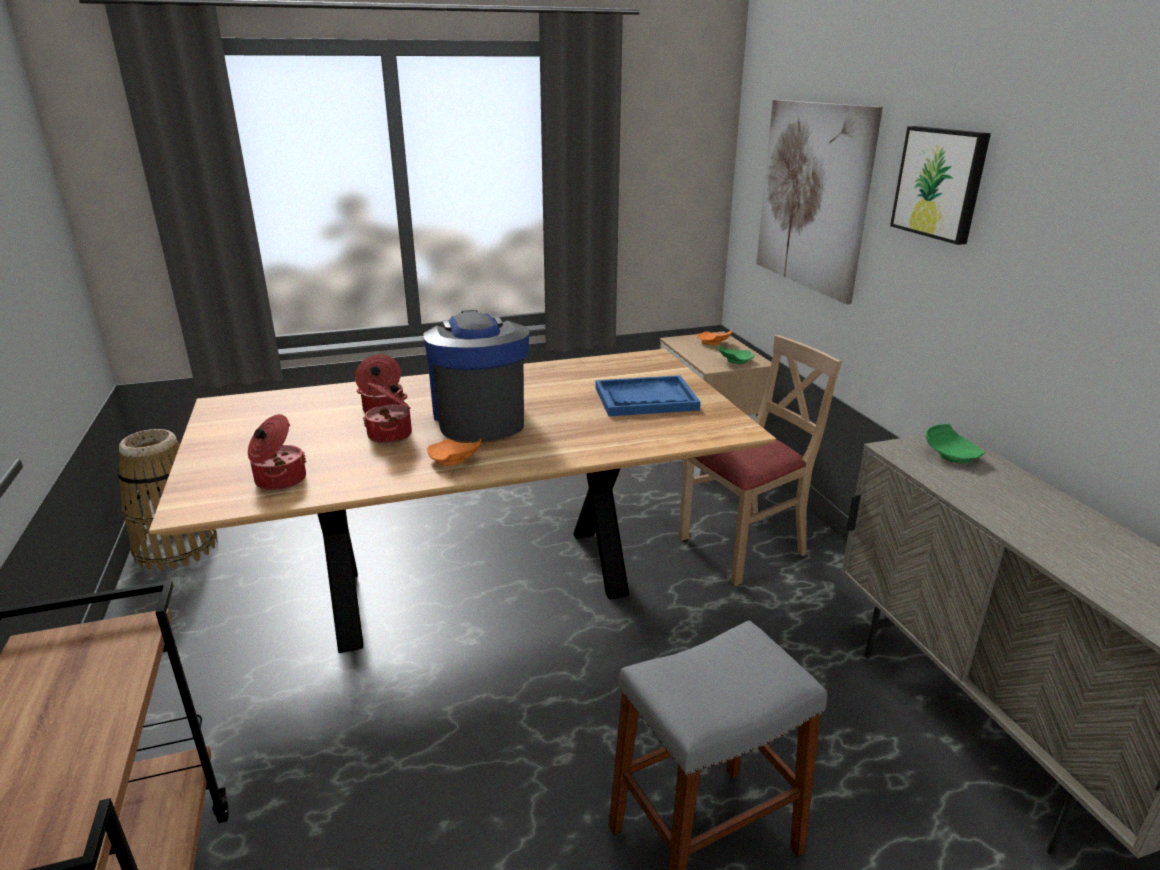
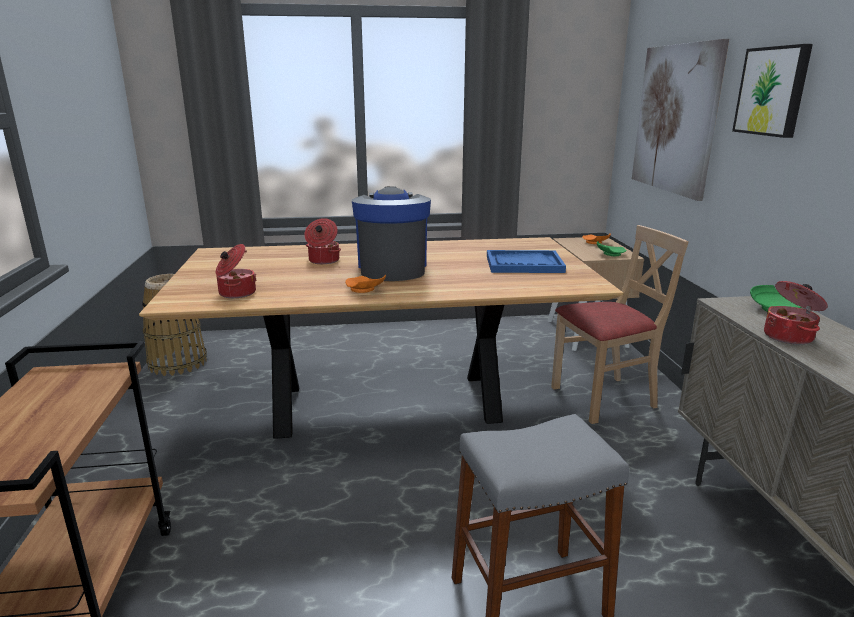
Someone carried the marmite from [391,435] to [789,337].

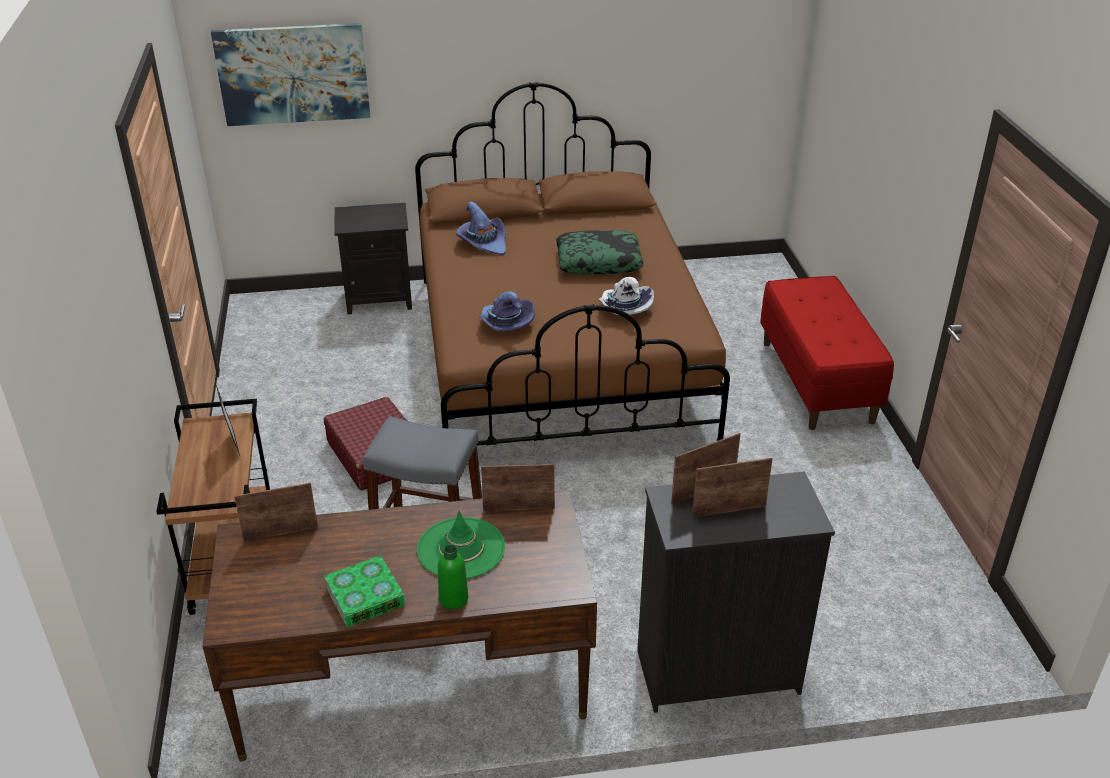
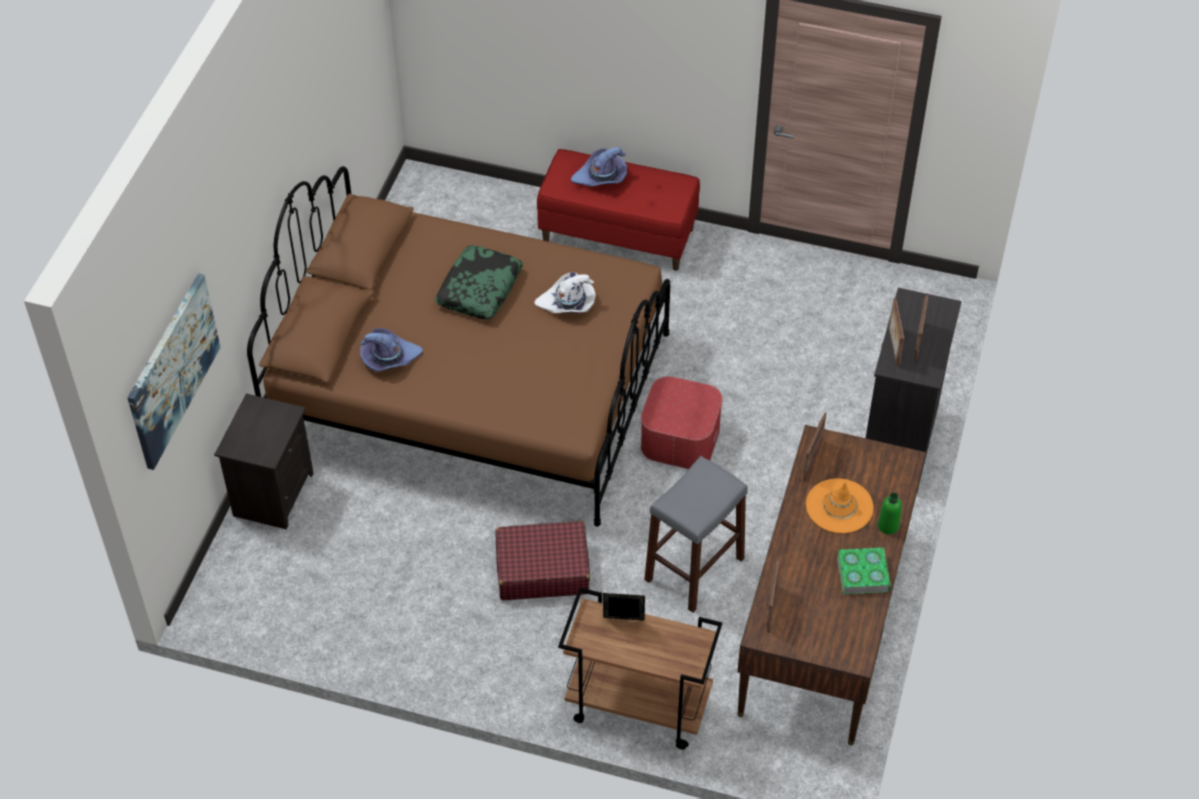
Someone put down the pouf at [680,437].
Someone carried the chapeau [violet] from [504,324] to [601,177].
Someone repainted the chapeau [vert] at [461,548], which became the chapeau [orange] at [839,506].

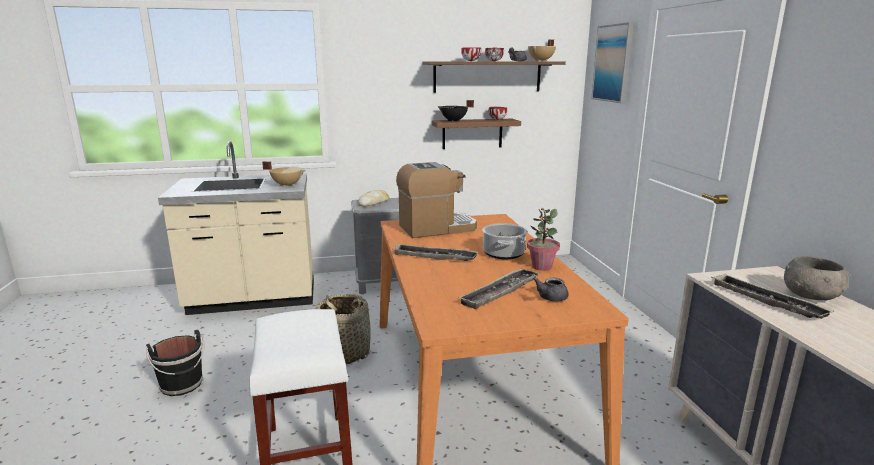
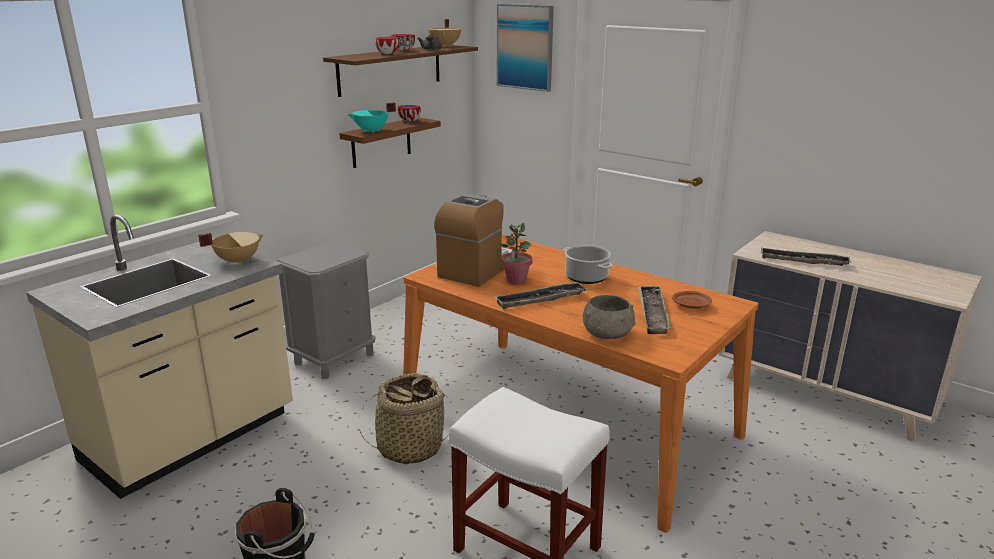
Someone took away the pain at [374,203].
Someone carried the plante en pot from [541,267] to [516,281].
Someone carried the bol [gris] from [811,296] to [608,334].
Someone swapped the théière [gris] at [550,298] for the assiette [marron] at [691,305].
Someone repainted the marmite [noir] at [454,121], which became the marmite [turquoise] at [372,131].

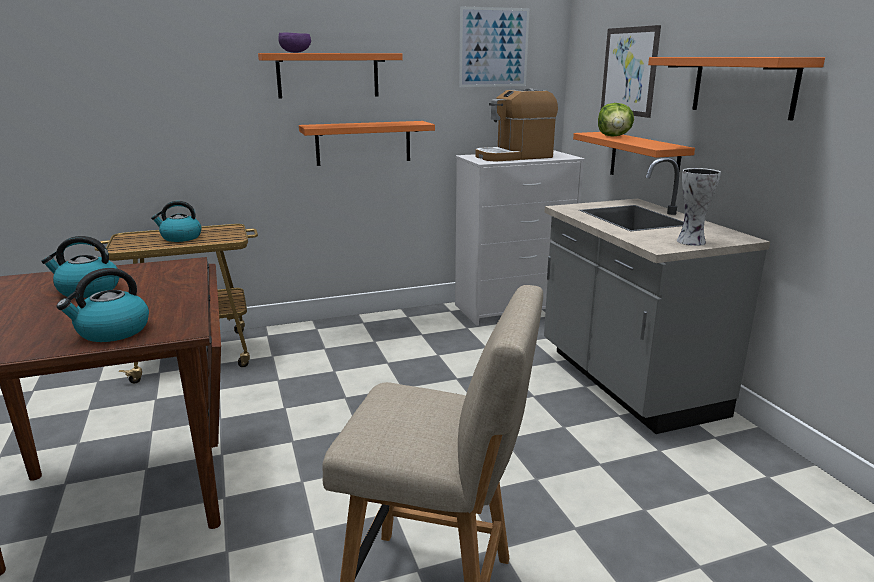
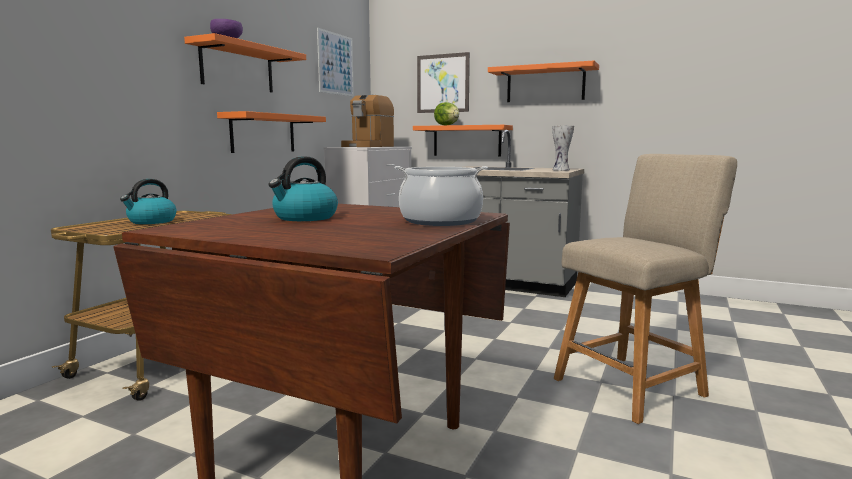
Someone swapped the bouilloire at [112,331] for the marmite at [440,221].

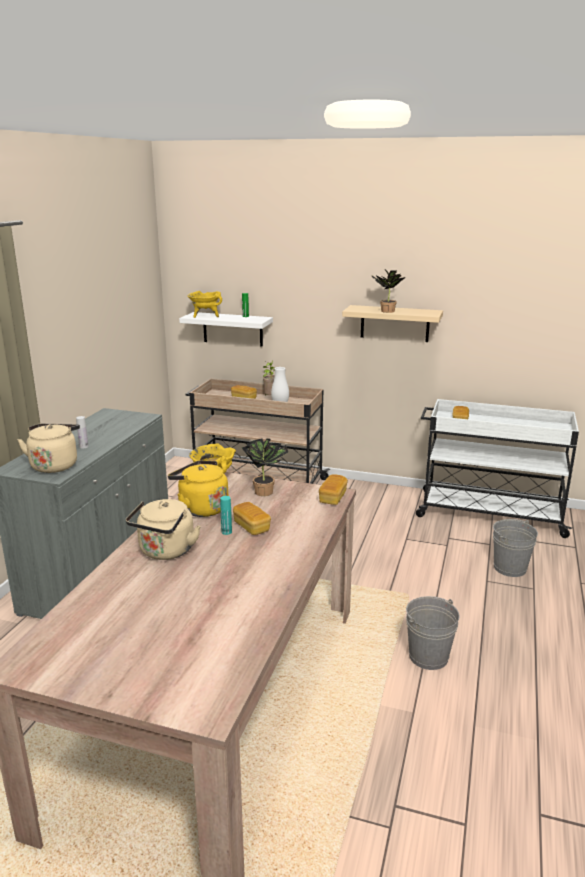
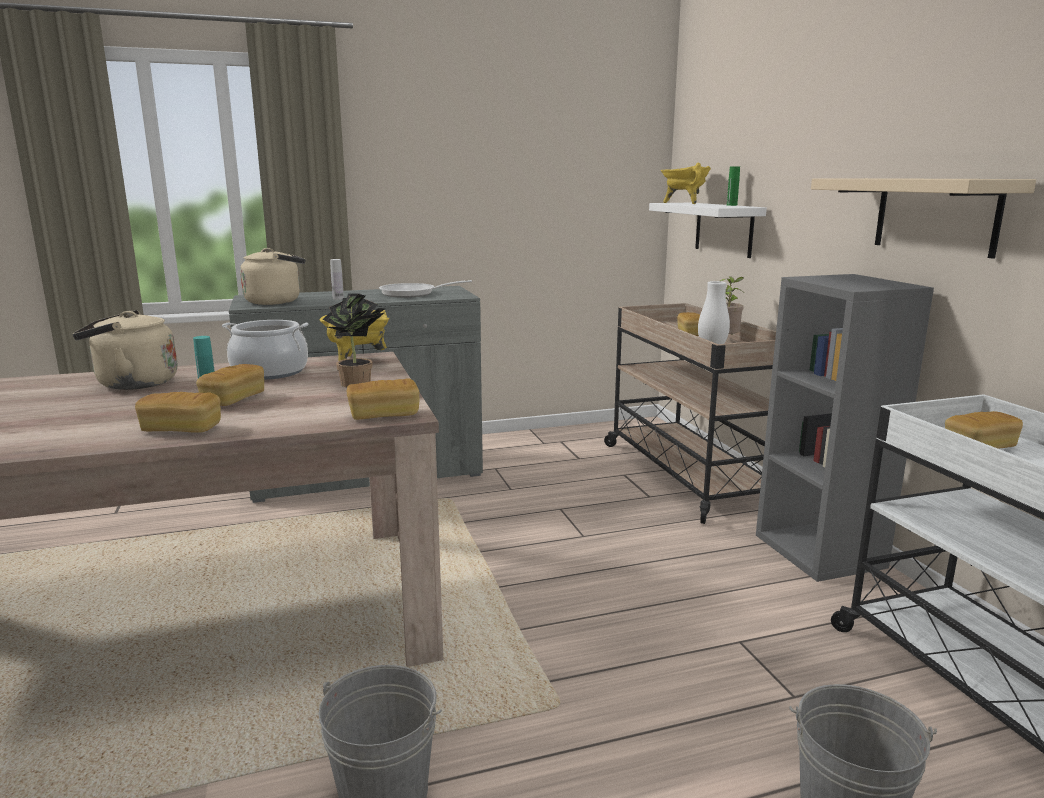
Someone took away the plante en pot at [385,311].
Someone put down the pain at [181,429].
Someone put down the poêle at [413,294].
Someone put down the bibliothèque [gris] at [821,551].
Someone swapped the bouilloire [jaune] at [201,508] for the marmite at [270,372].

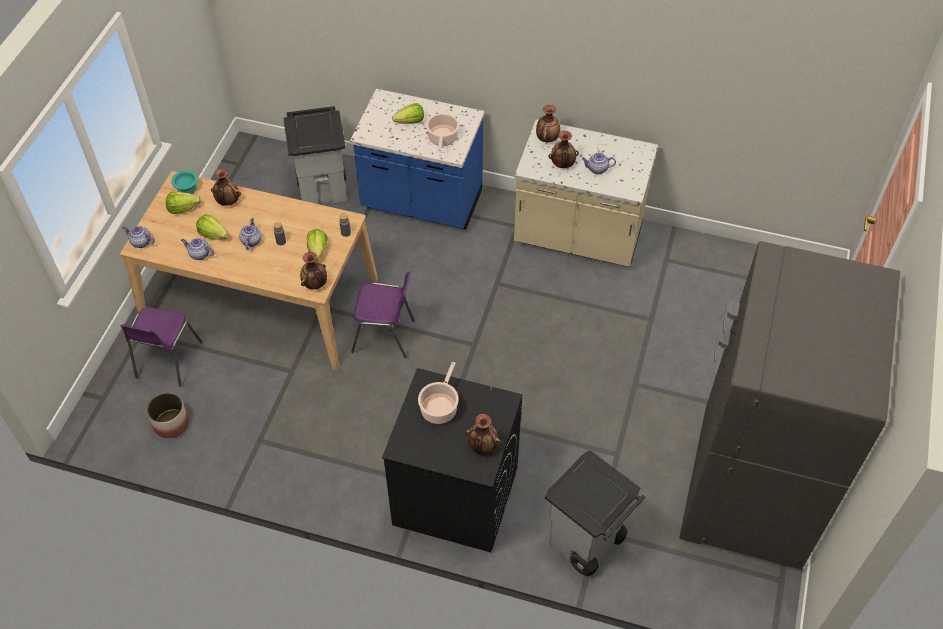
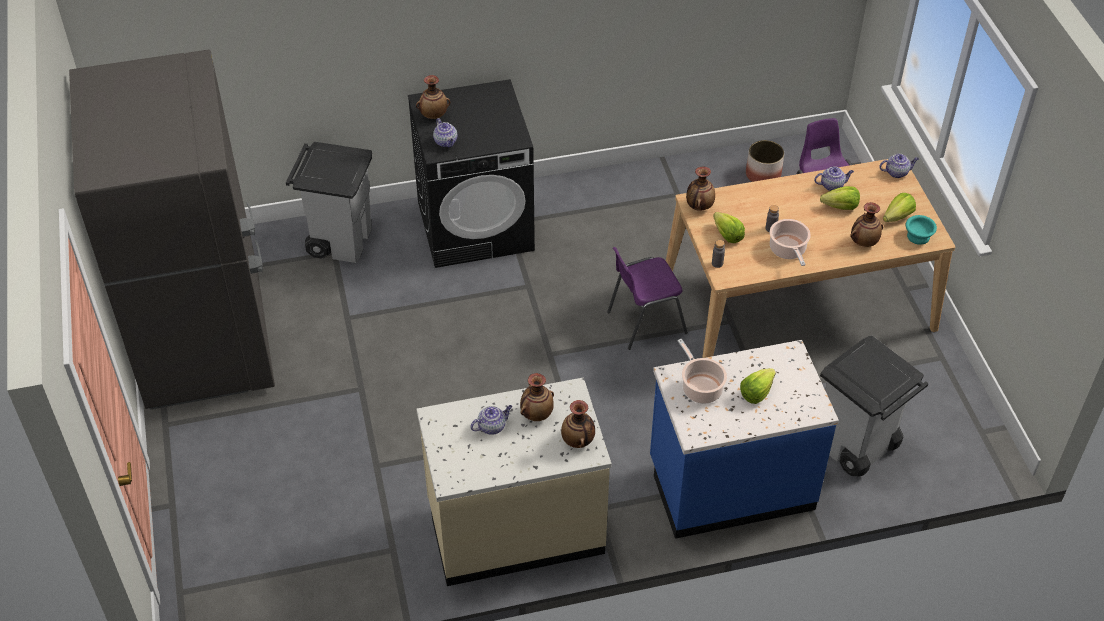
Someone carried the théière from [251,241] to [446,142].
Someone carried the marmite from [439,408] to [788,250].

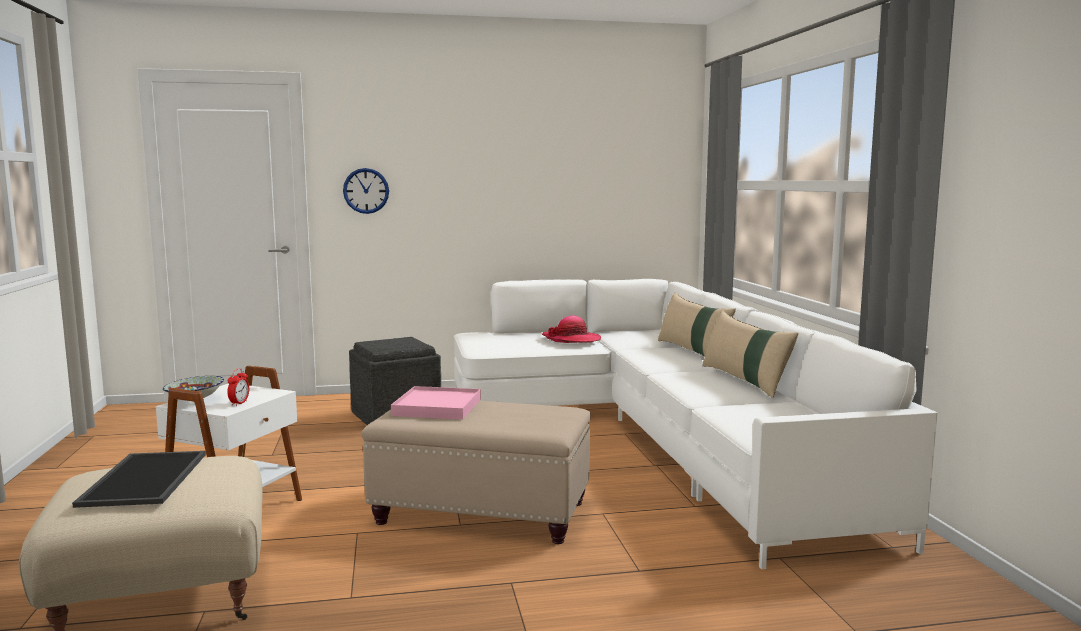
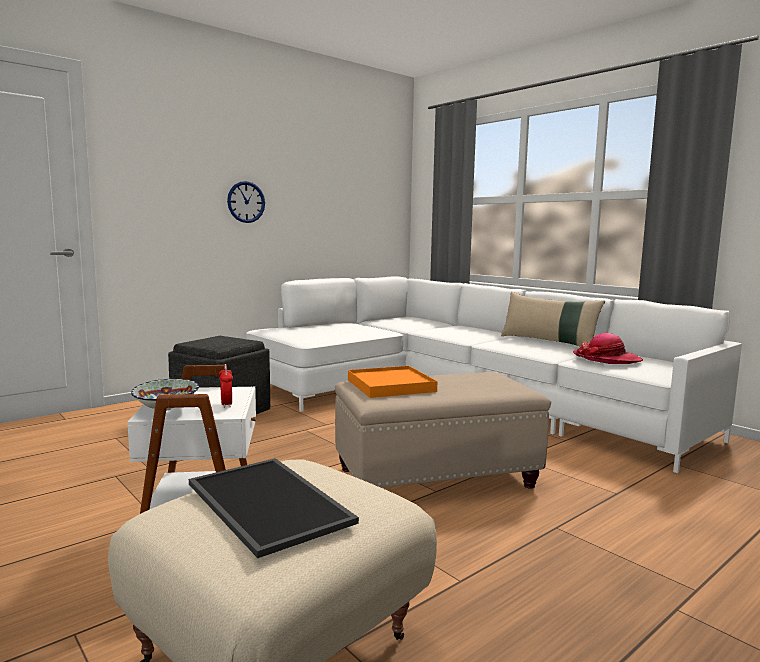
Someone took away the coussin [beige] at [693,351].
Someone carried the horloge murale from [366,191] to [246,202].
Someone carried the chapeau from [572,339] to [606,359].
Someone repainted the plateau [rose] at [437,407], which became the plateau [orange] at [390,385].

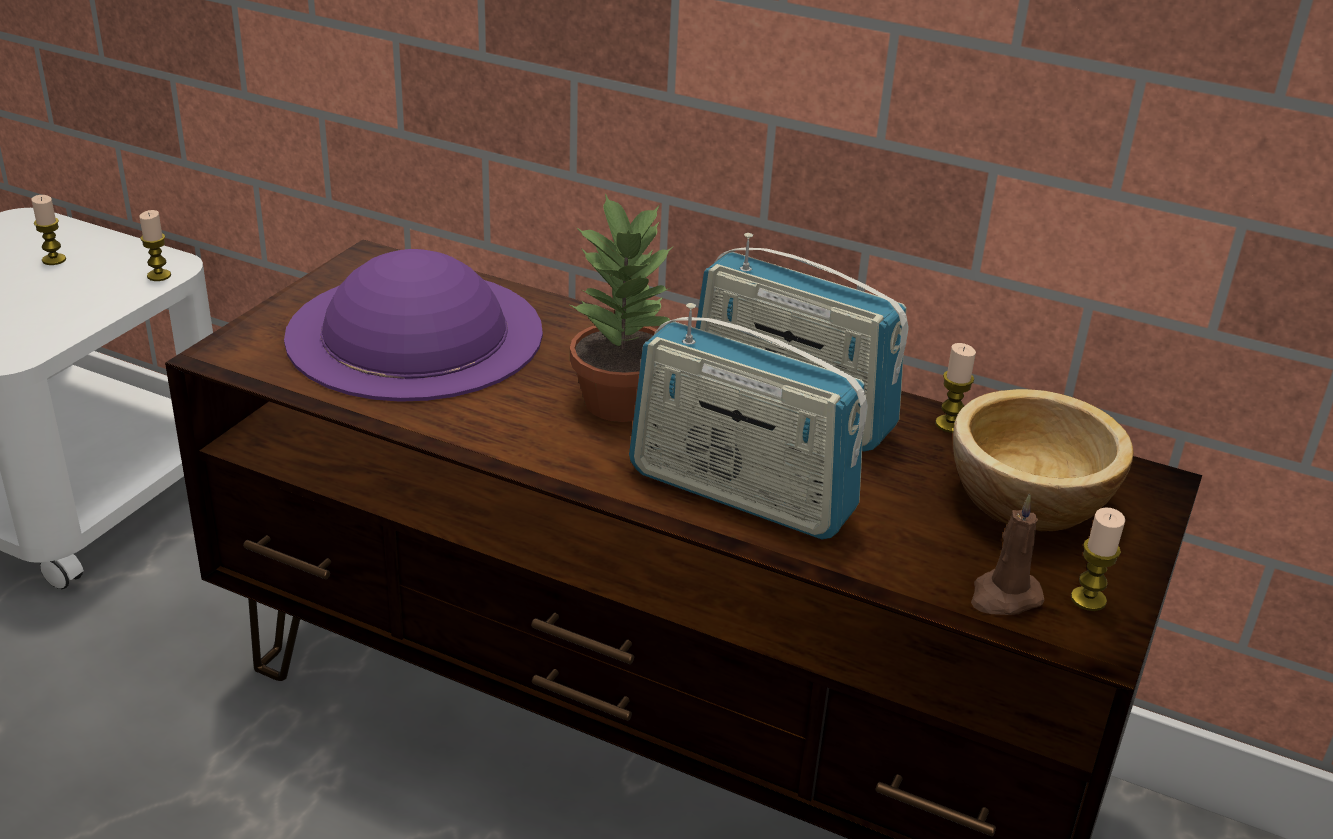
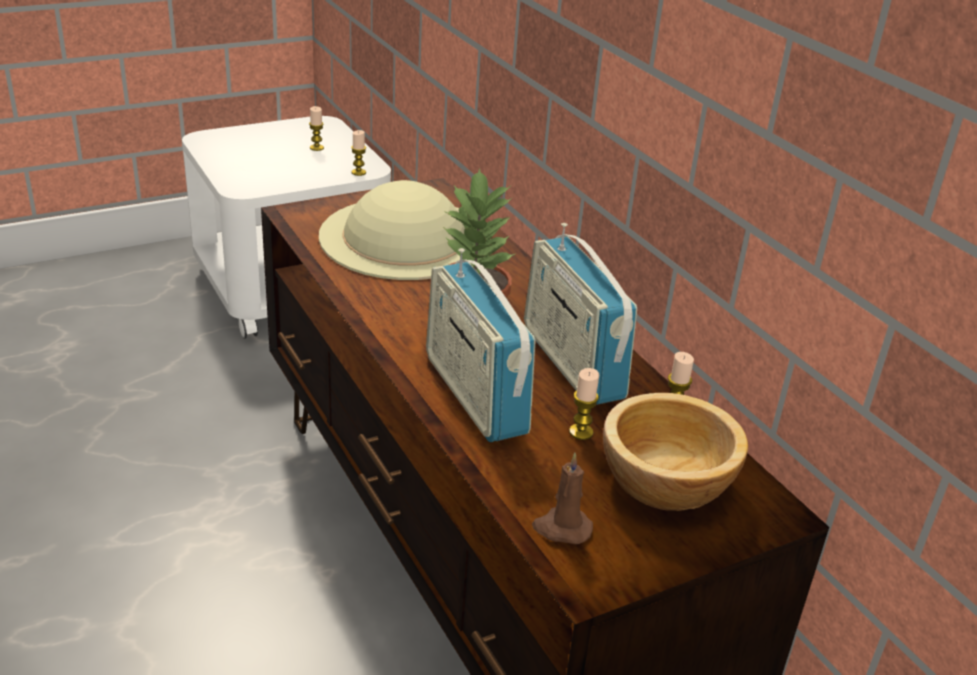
Someone carried the bougie from [1088,599] to [581,432].
Someone repainted the chapeau [violet] at [414,333], which became the chapeau [beige] at [404,237].

